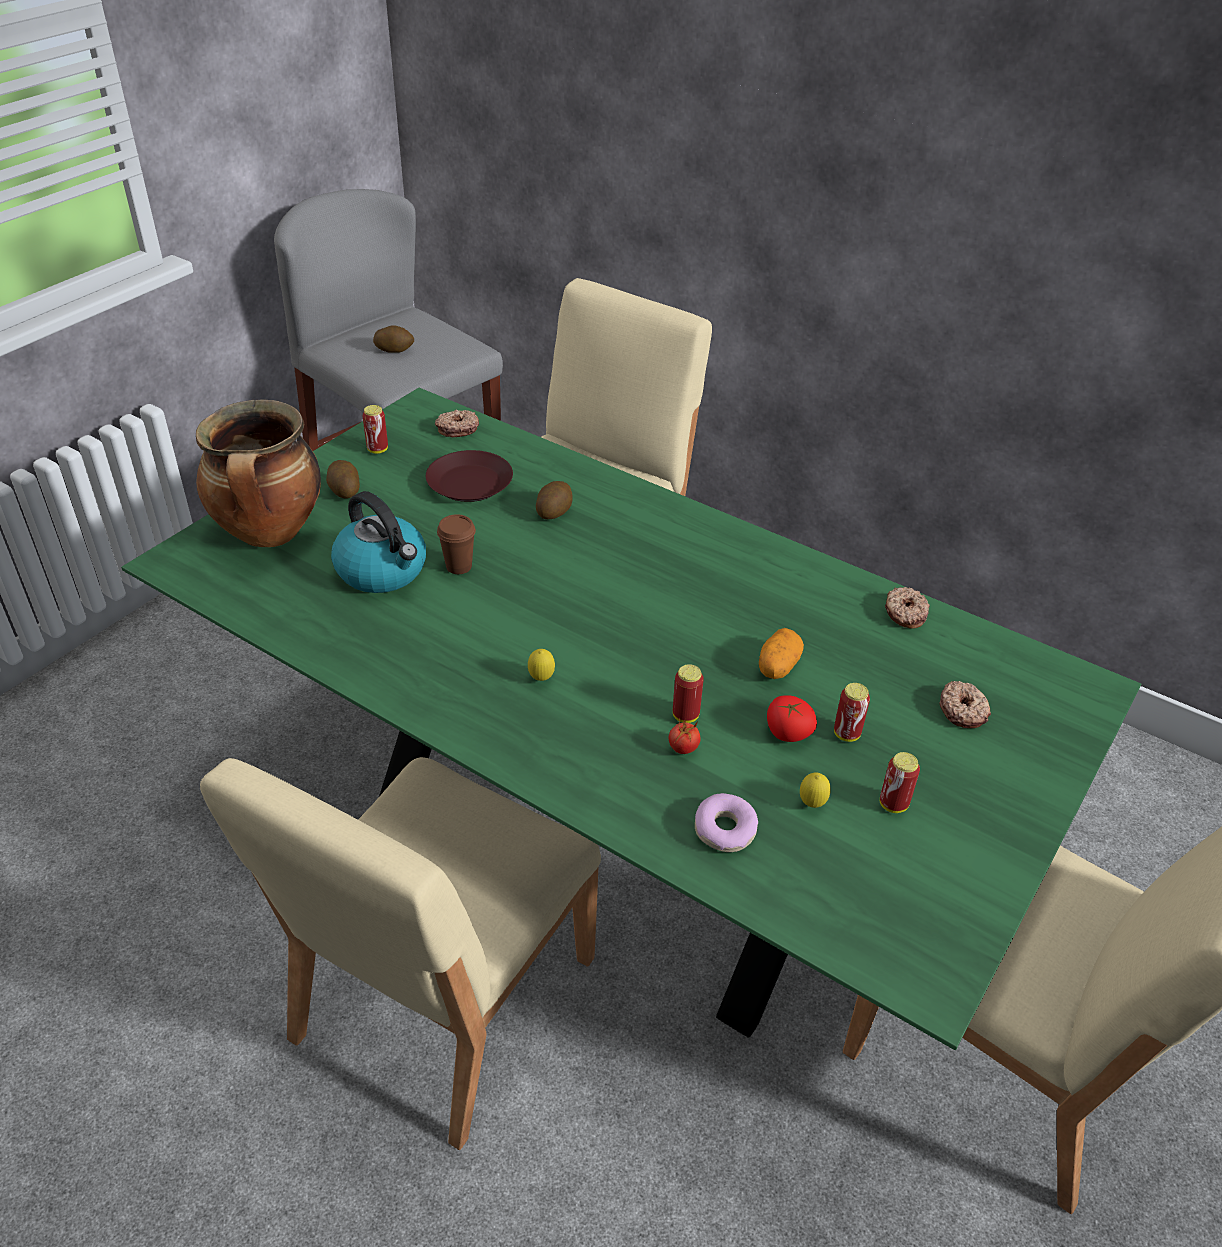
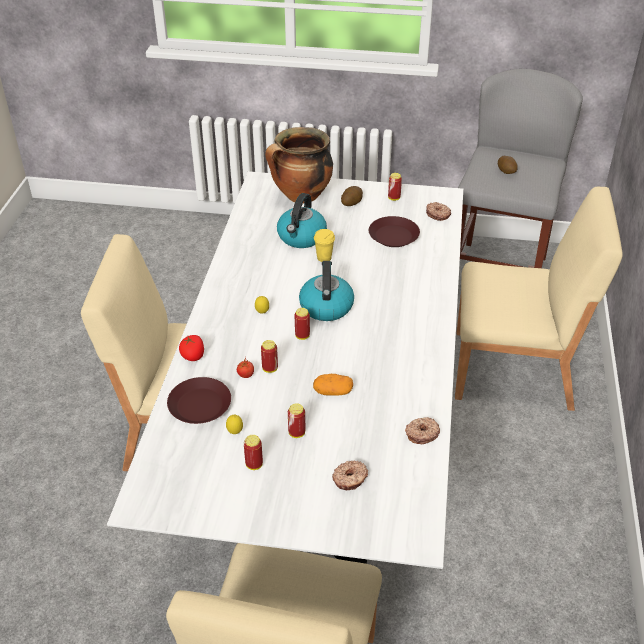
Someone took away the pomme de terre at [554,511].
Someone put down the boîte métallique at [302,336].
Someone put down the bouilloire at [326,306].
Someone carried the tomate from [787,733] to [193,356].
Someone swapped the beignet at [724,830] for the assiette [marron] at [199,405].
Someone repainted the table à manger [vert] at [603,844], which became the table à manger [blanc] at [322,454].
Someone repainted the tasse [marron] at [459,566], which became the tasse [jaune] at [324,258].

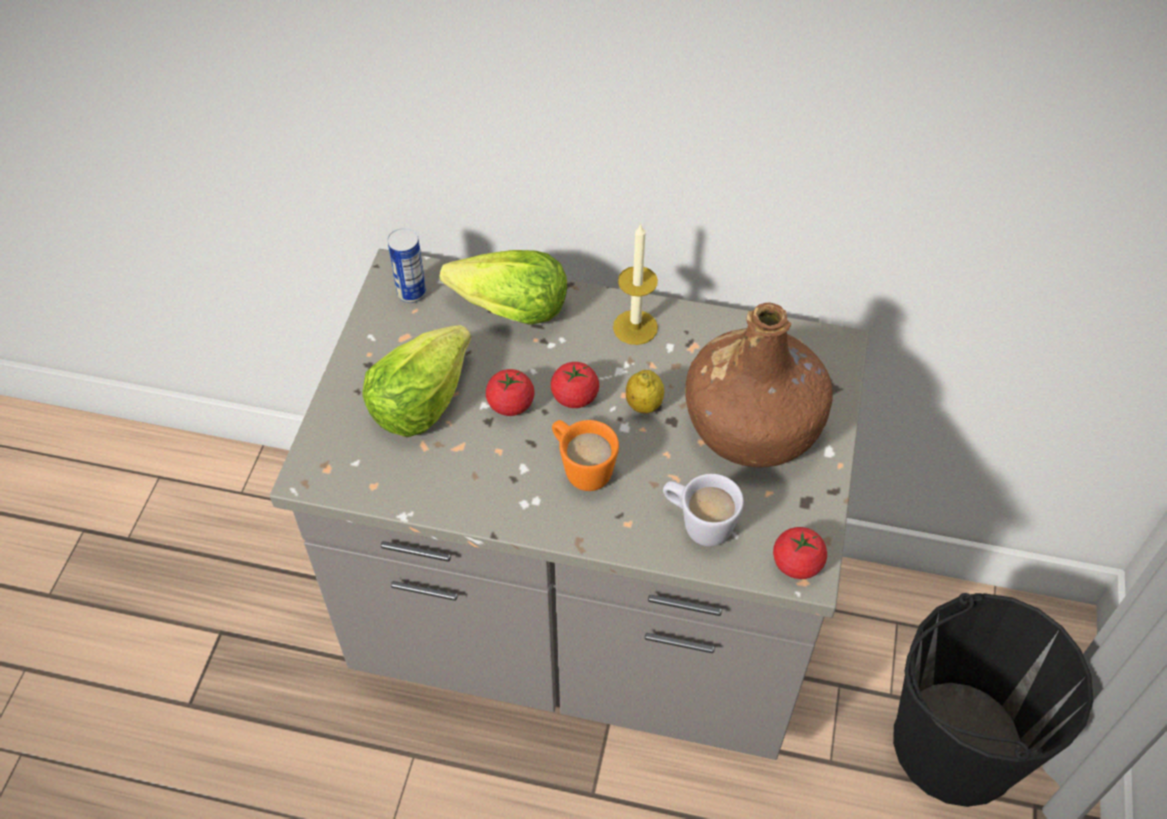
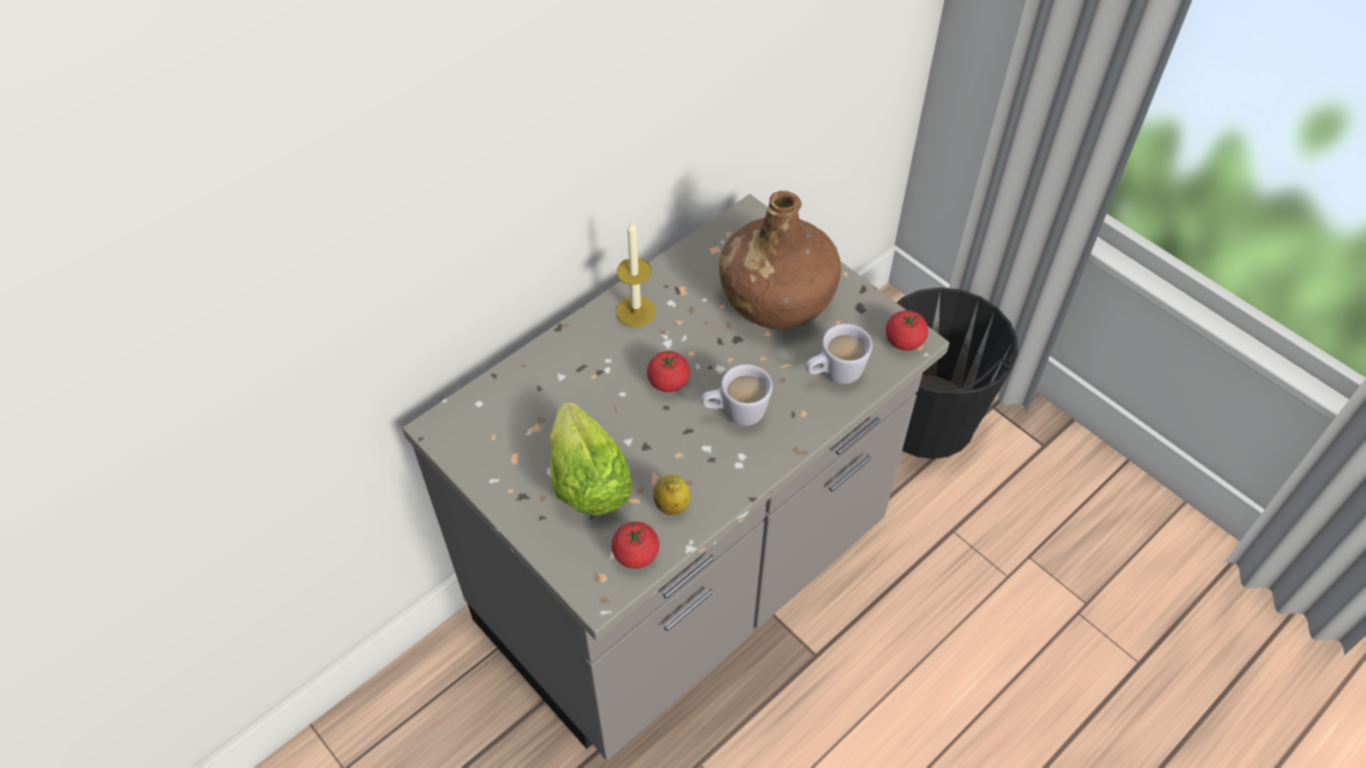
Someone took away the boîte métallique at [411,293].
Someone took away the laitue at [510,310].
Someone carried the tomate from [510,404] to [636,554].
Someone carried the citron from [644,405] to [672,506].
Someone repainted the mug [orange] at [581,468], which became the mug [blanc] at [735,413].

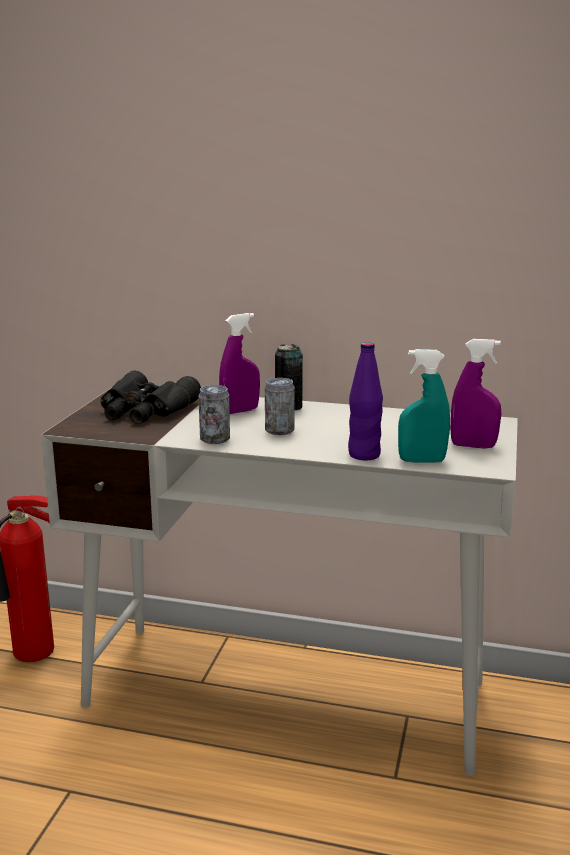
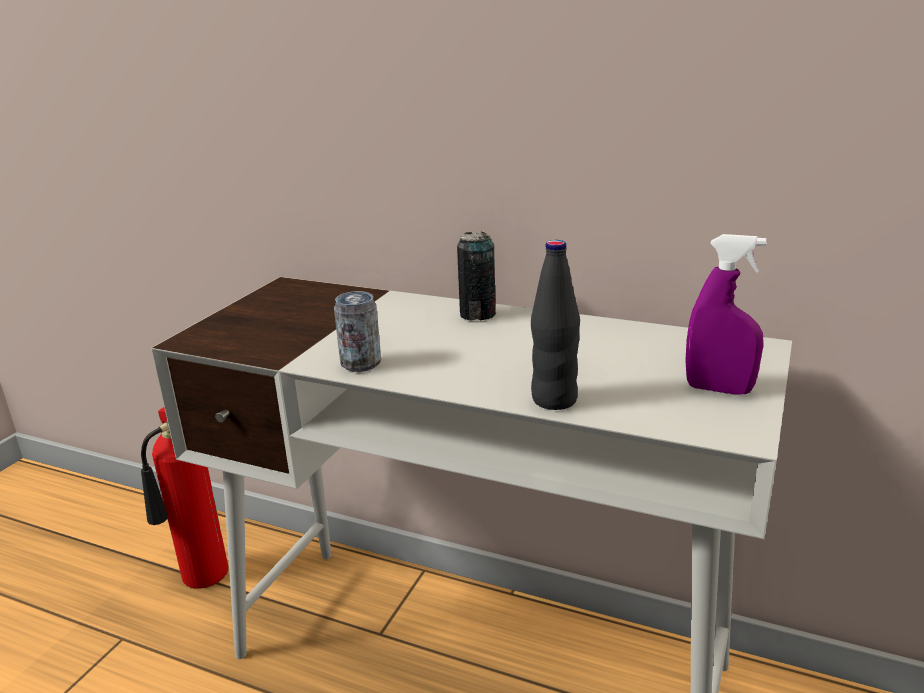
Someone took away the jumelles [noir] at [145,410].
Someone took away the vaporisateur [violet] at [240,411].
Someone took away the boîte métallique at [279,430].
Someone took away the vaporisateur [turquoise] at [422,461].
Someone repainted the bouteille [violet] at [364,455], which became the bouteille [noir] at [554,400].

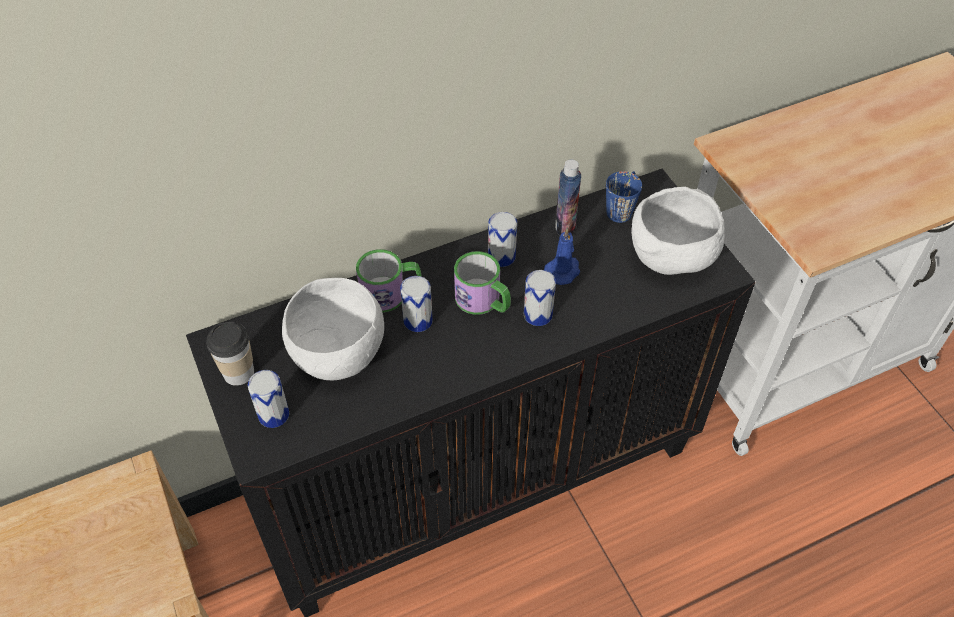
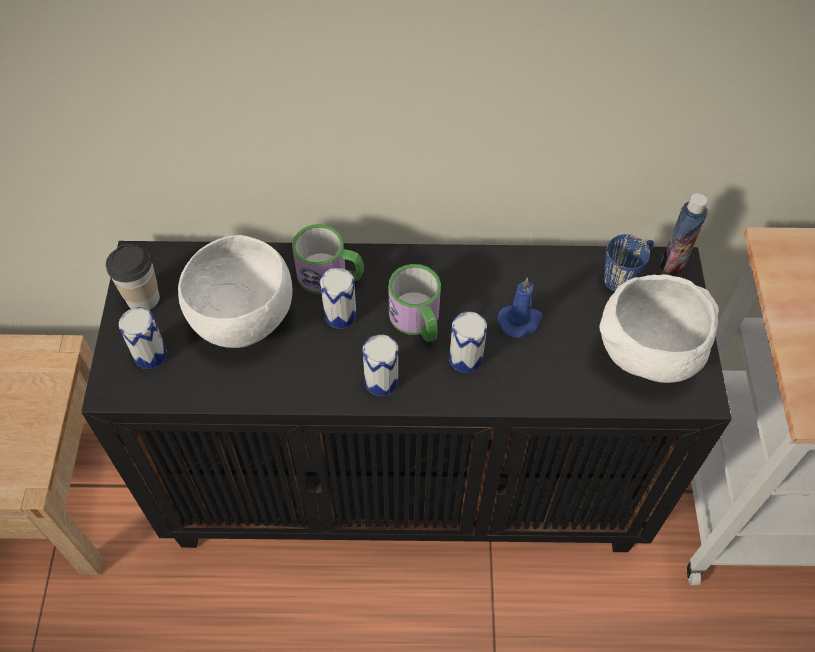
Someone carried the boîte métallique from [501,256] to [381,381].
Someone carried the bouteille from [565,226] to [673,263].

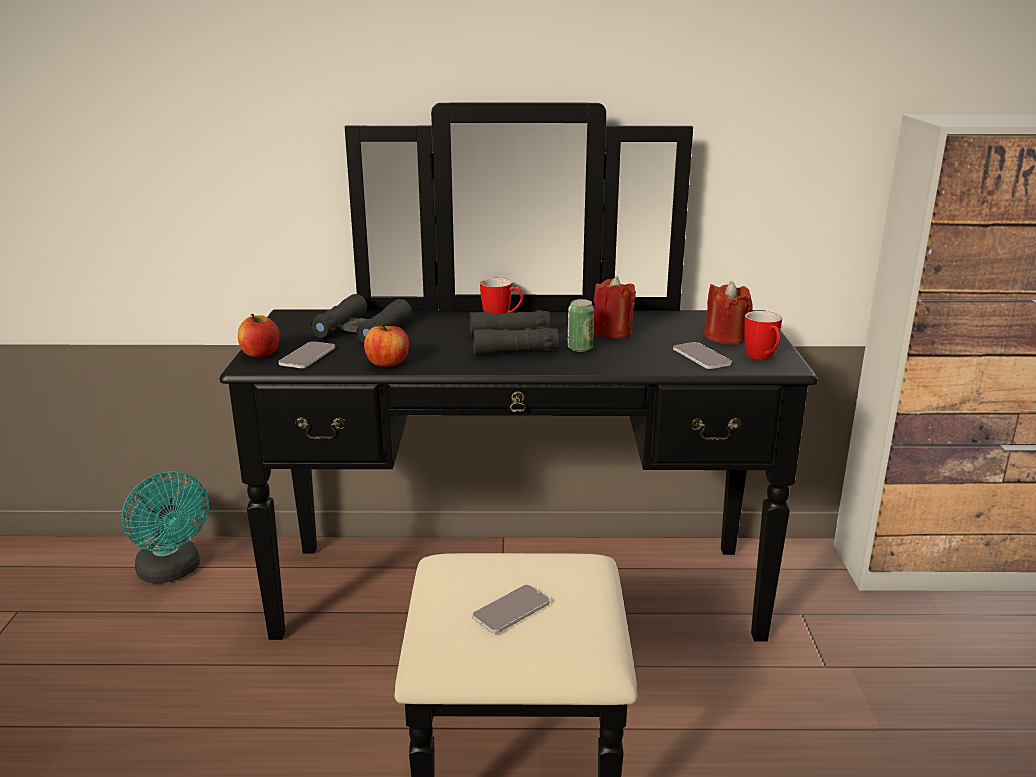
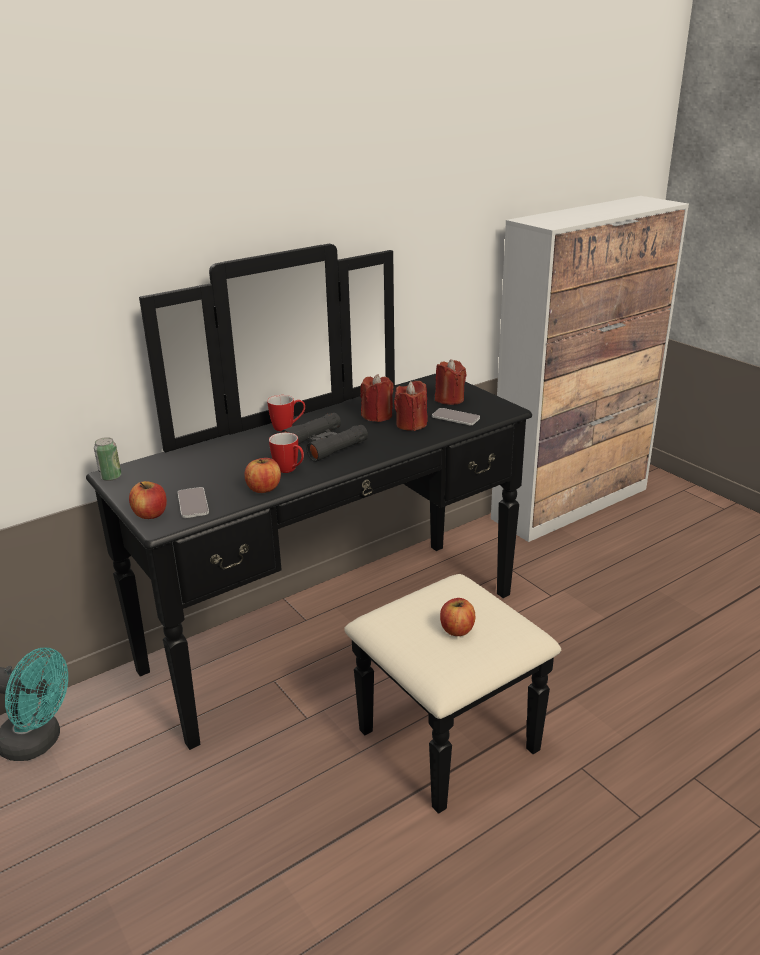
Someone took away the jumelles [noir] at [362,329].
Someone put down the bougie [rouge] at [411,424].
Someone carried the boîte métallique from [580,348] to [111,477].
Someone carried the mug from [762,358] to [290,470].
Someone swapped the téléphone at [511,610] for the pomme at [457,630].

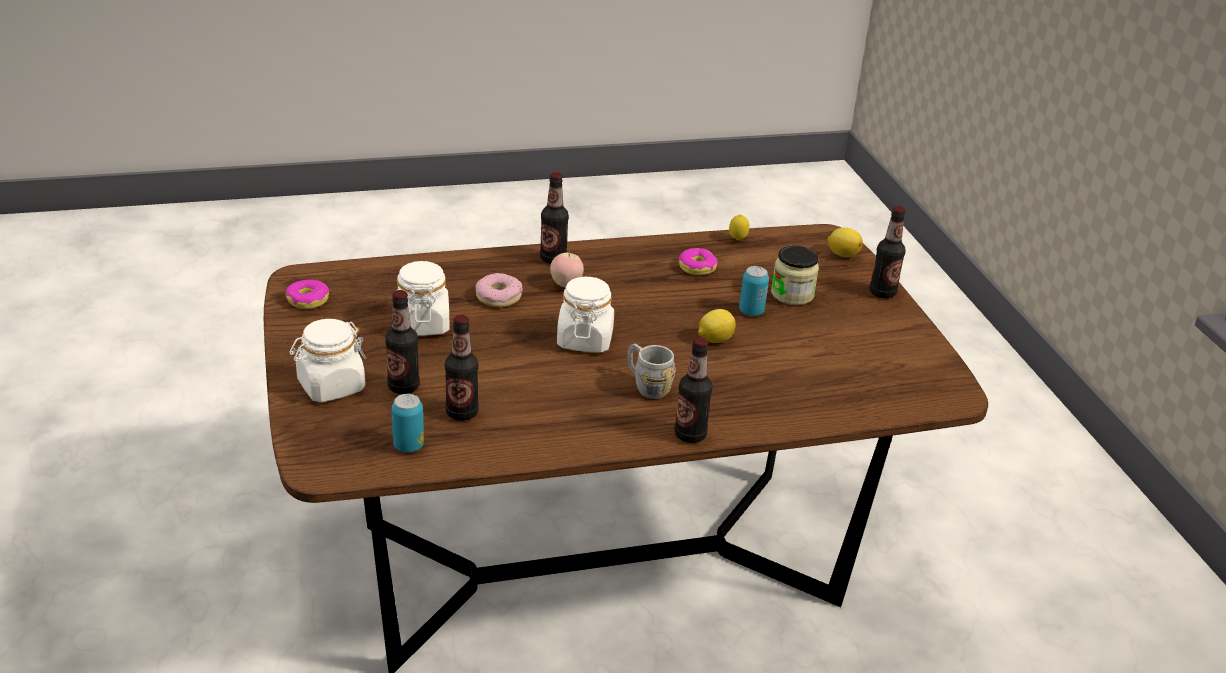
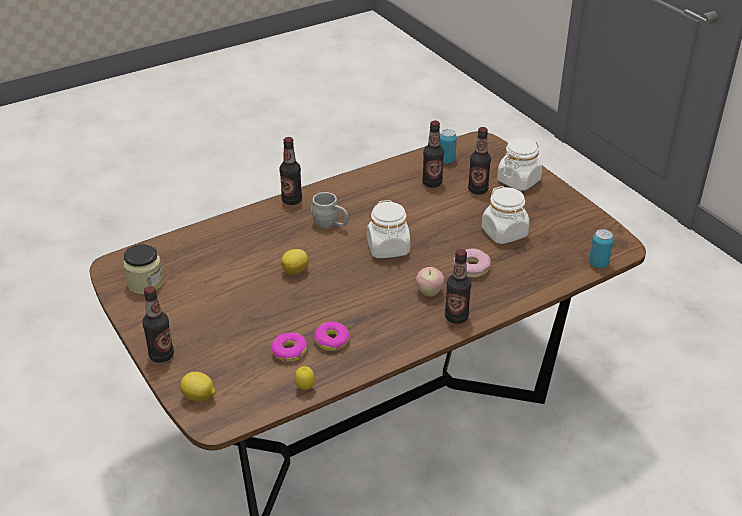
Someone carried the beignet from [308,300] to [289,351].
Someone carried the boîte métallique from [751,311] to [598,263].
Someone carried the bocal from [792,294] to [145,283].

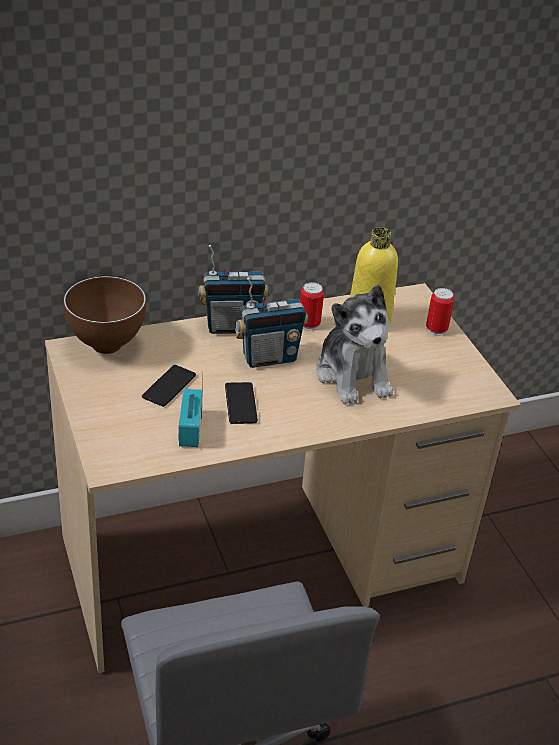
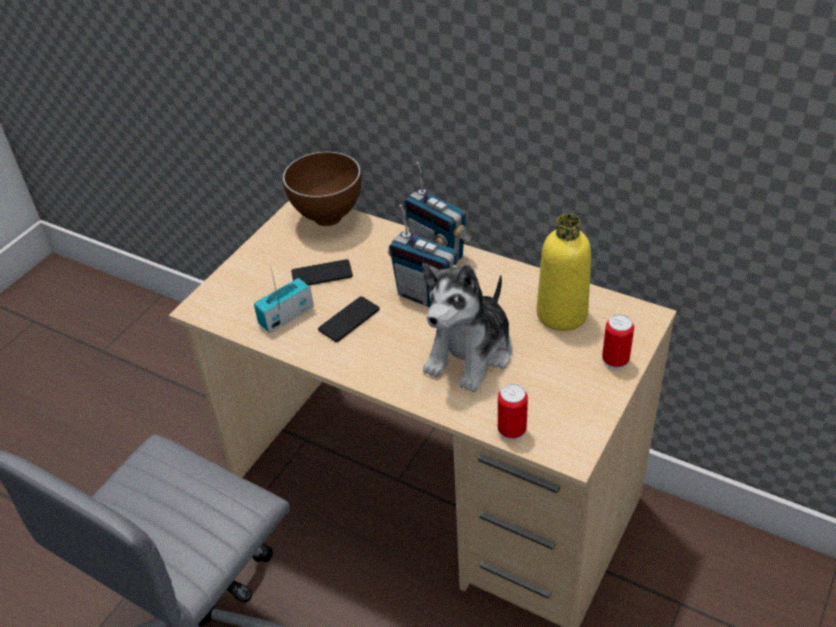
Someone carried the boîte métallique from [309,324] to [512,430].

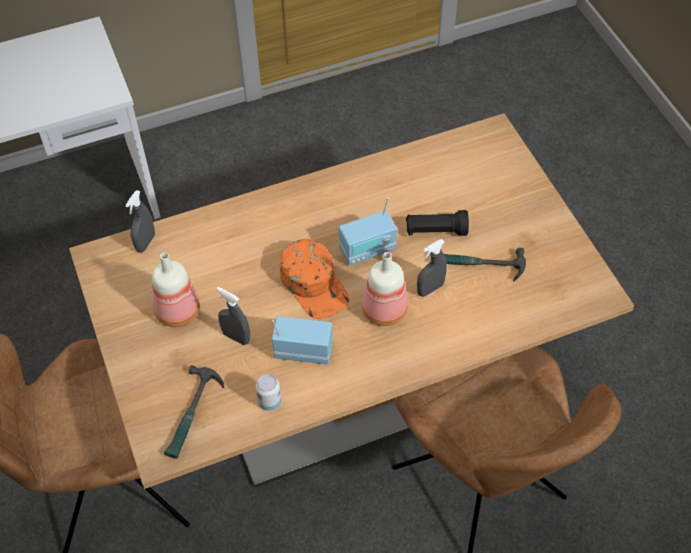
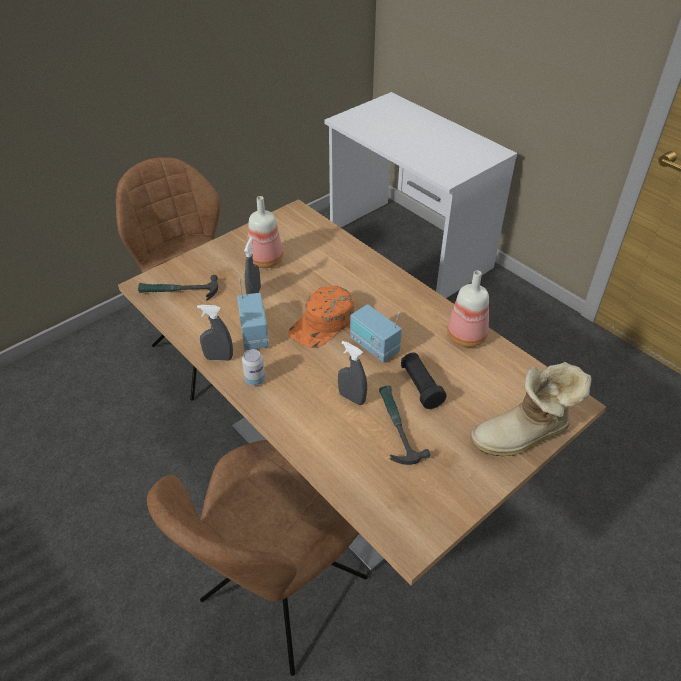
Someone put down the botte at [524,437].
Someone carried the vaporisateur [gris] from [145,243] to [219,358].
Someone carried the boîte métallique from [270,402] to [255,379].
Someone carried the bouteille from [383,309] to [466,336].

